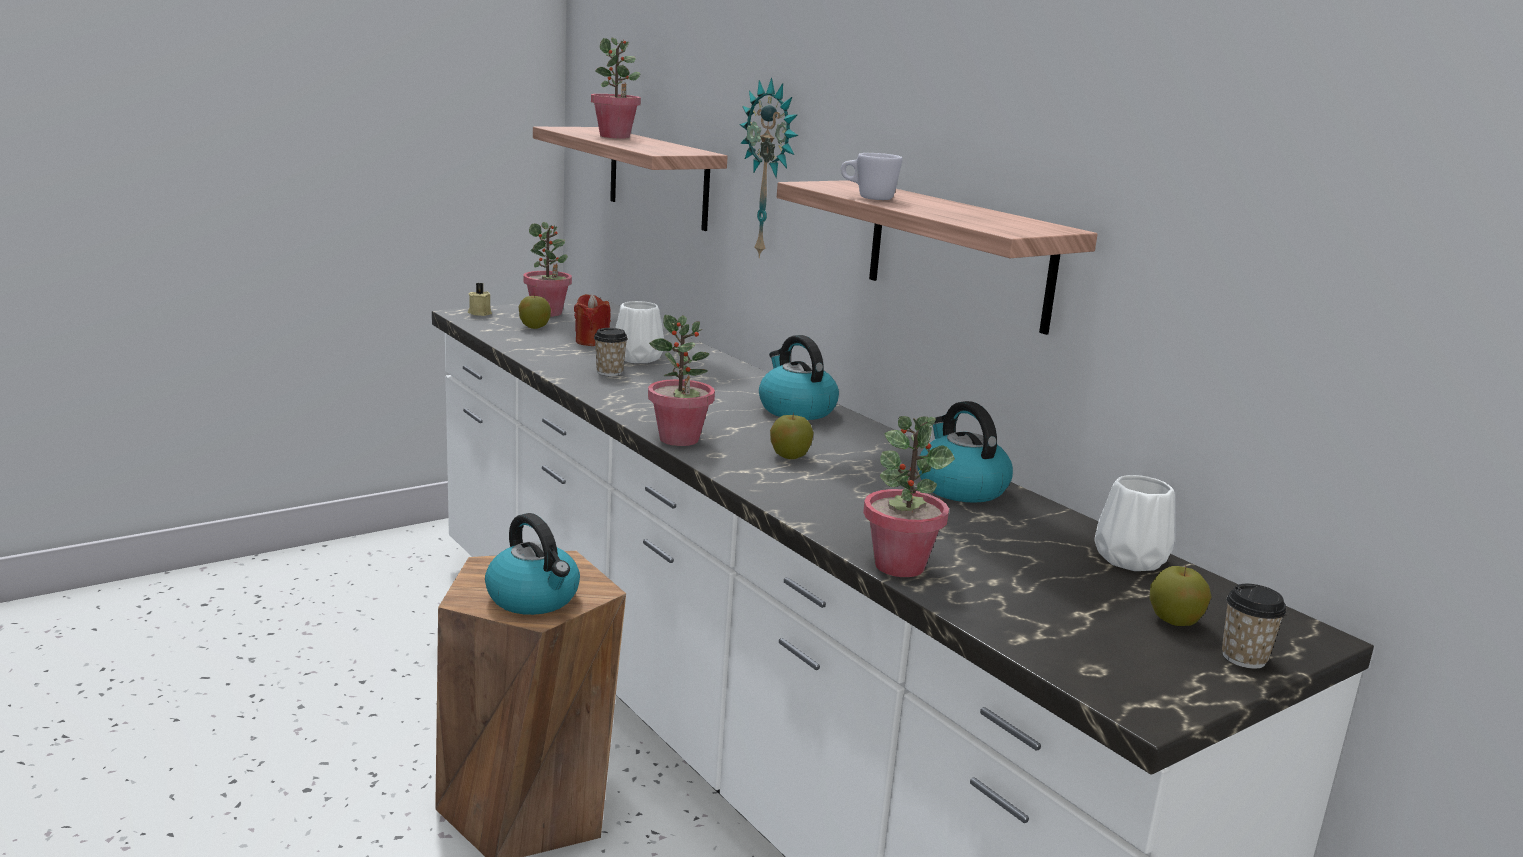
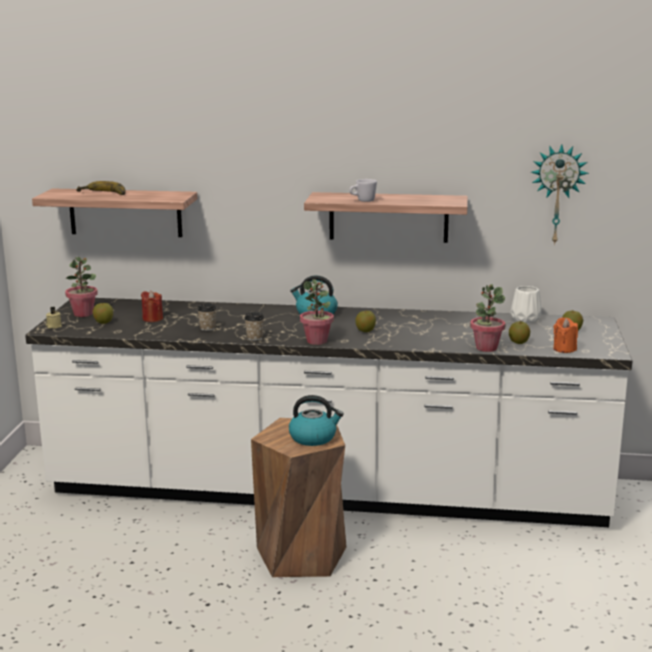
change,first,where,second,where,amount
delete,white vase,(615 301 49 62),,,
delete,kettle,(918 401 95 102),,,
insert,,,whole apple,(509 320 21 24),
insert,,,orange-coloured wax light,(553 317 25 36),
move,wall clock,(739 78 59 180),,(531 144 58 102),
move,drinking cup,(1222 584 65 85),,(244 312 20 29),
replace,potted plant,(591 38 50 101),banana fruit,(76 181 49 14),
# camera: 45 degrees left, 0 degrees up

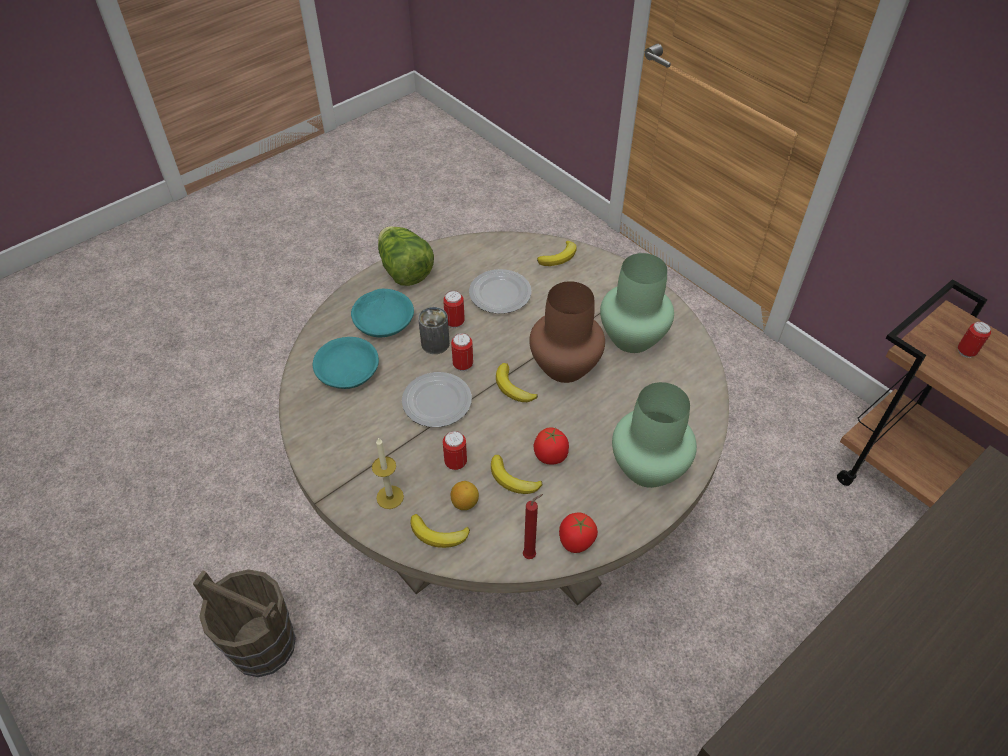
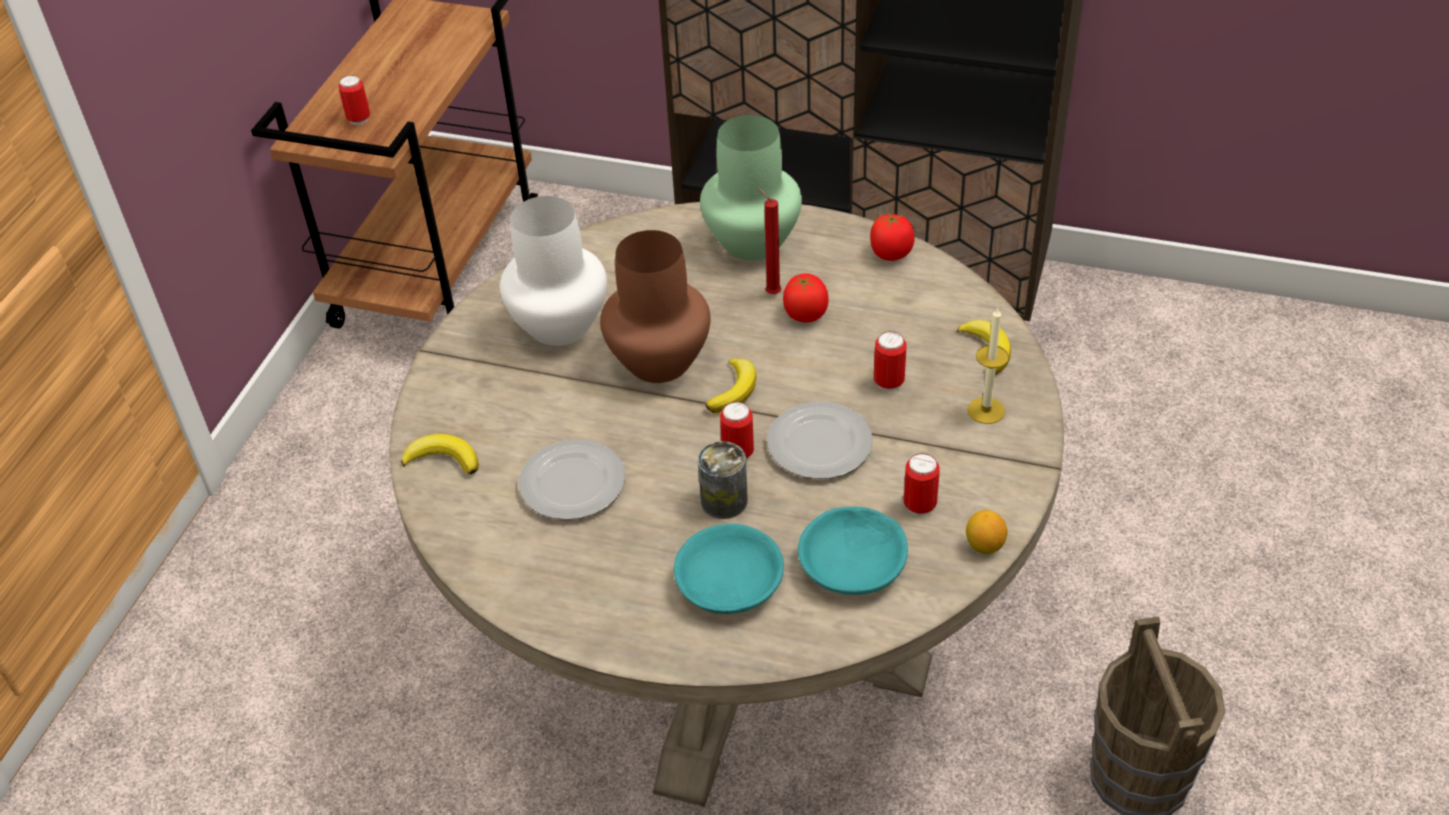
change,first,where,second,where,amount
delete,lettuce,(378 226 56 60),,,
delete,banana fruit,(491 455 52 39),,,
move,metal can,(443 291 22 37),,(903 453 37 62),
move,lemon,(451 481 28 29),,(966 510 41 44),
move,red-coloured wax light,(523 494 20 65),,(758 188 23 106),
recolor,green vase,(600 253 74 100),white vase,(500 196 107 150),
# camera: 120 degrees left, 5 degrees down

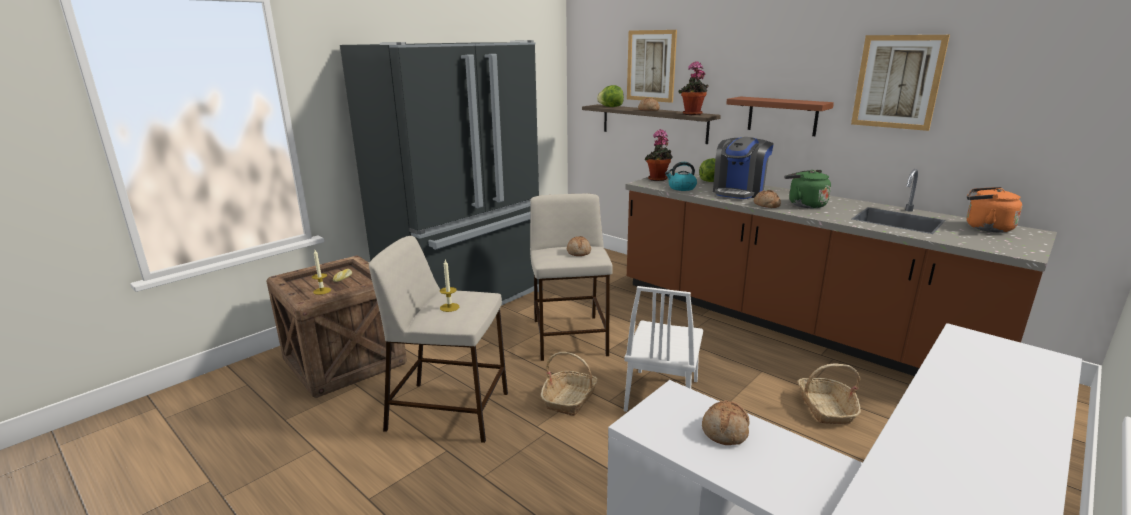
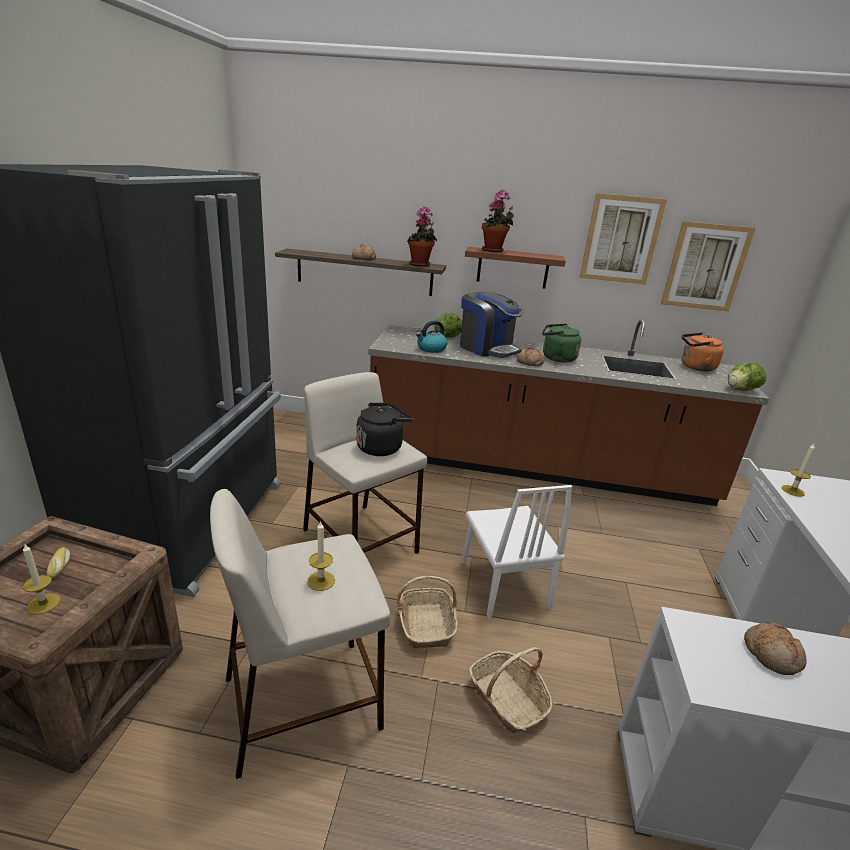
change,first,where,second,where,amount
insert,,,wax light,(781 444 34 53),
move,lettuce,(597 85 27 22),,(728 362 38 29),
move,wall picture,(627 30 50 73),,(661 221 94 91),
move,potted plant,(645 129 28 52),,(482 190 32 62),
move,storage basket,(798 363 63 61),,(468 647 85 87),
replace,bread,(567 236 24 20),black-coloured kettle,(356 403 57 53),
rotate,coffee machine,(713 137 61 62),,(460 292 64 66),45 degrees counterclockwise
# camera: 35 degrees left, 5 degrees up

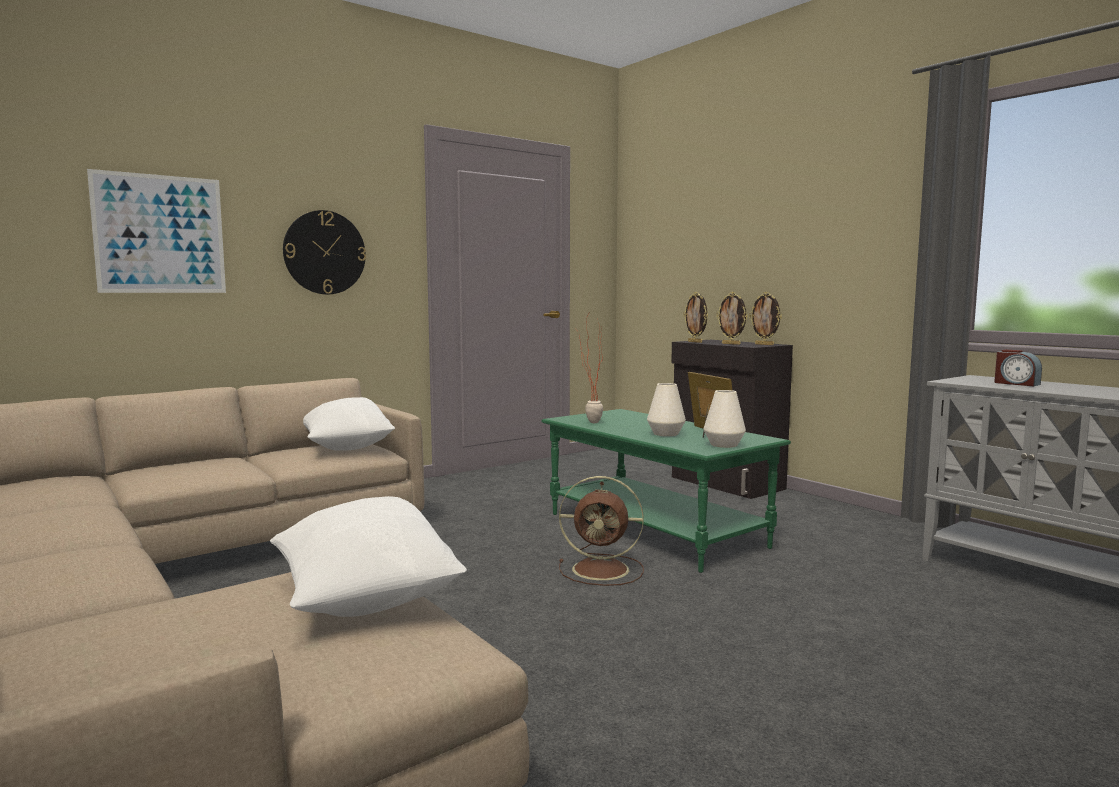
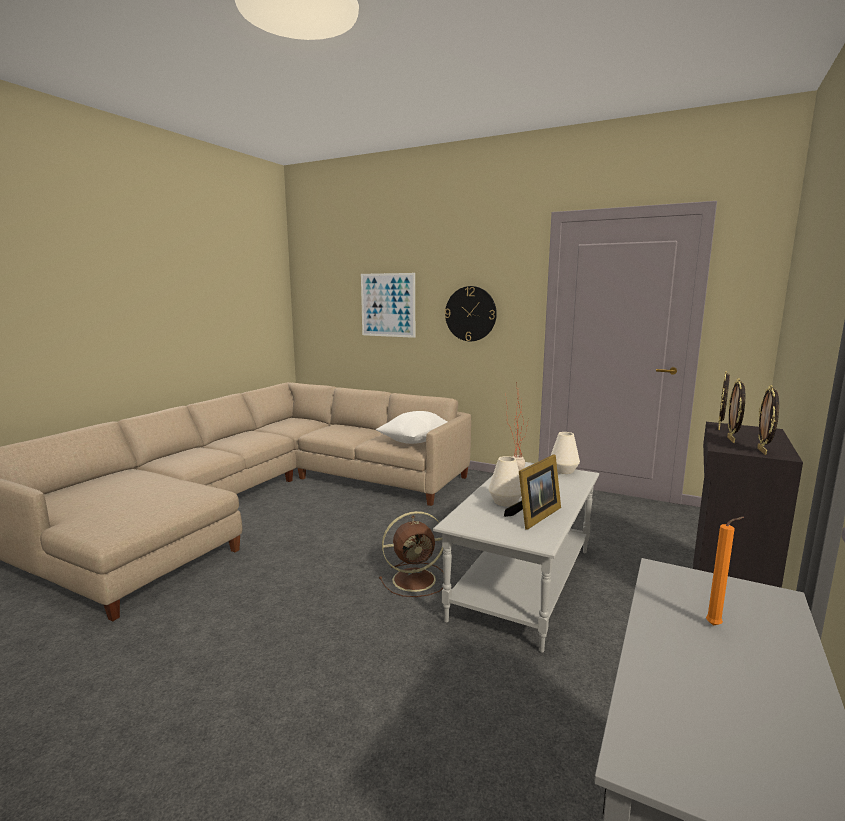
change,first,where,second,where,amount
delete,white throw pillow,(270 496 197 121),,,
move,white vase,(704 390 42 58),,(551 432 29 42),
replace,alarm clock,(994 350 48 36),orange-coloured wax light,(706 517 38 109),
recolor,green low table,(542 409 249 164),gray low table,(433 462 166 191),
rotate,brownish cooling fan,(559 476 85 110),,(379 511 64 86),90 degrees counterclockwise
# camera: 65 degrees right, 5 degrees up

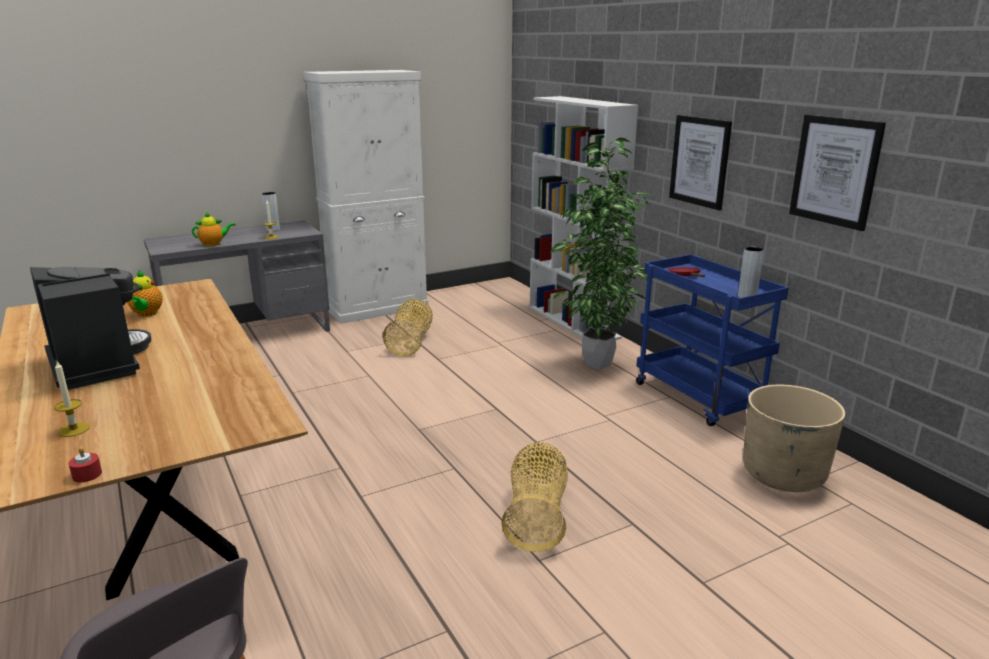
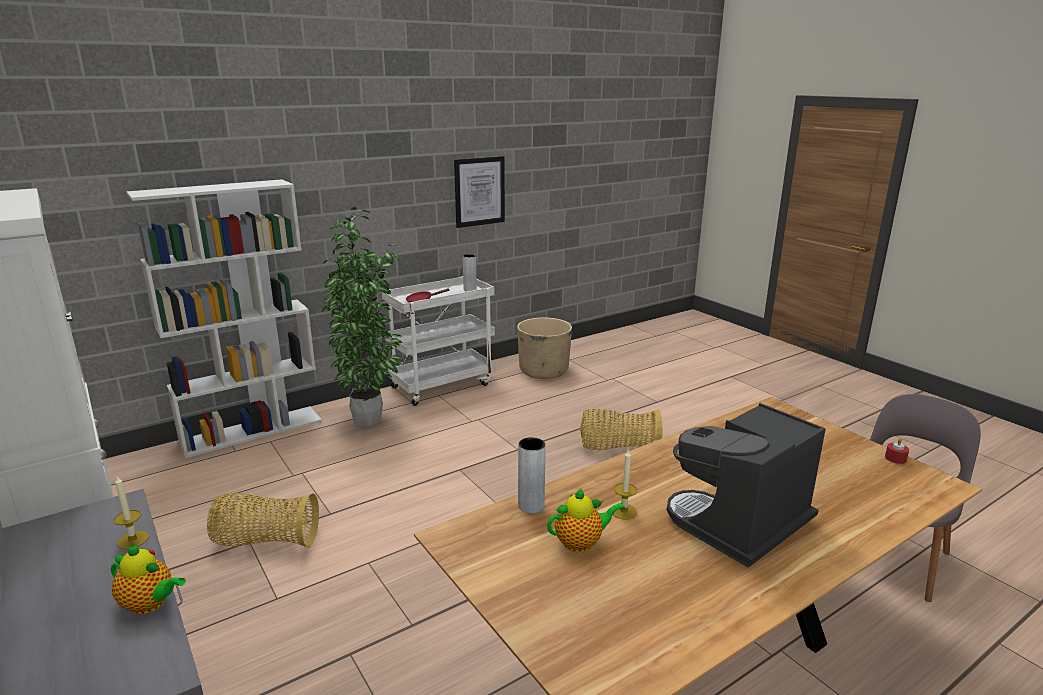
change,first,where,second,where,amount
delete,wall picture,(669 115 63 95),,,
move,wax light,(54 361 36 76),,(613 449 24 71),
move,gray vase,(262 192 18 40),,(518 437 28 76),
recolor,blue trolley,(636 254 153 172),white trolley,(382 276 113 130),
rotate,teapot,(192 212 43 34),,(111 544 75 71),135 degrees clockwise
# camera: 95 degrees left, 0 degrees up

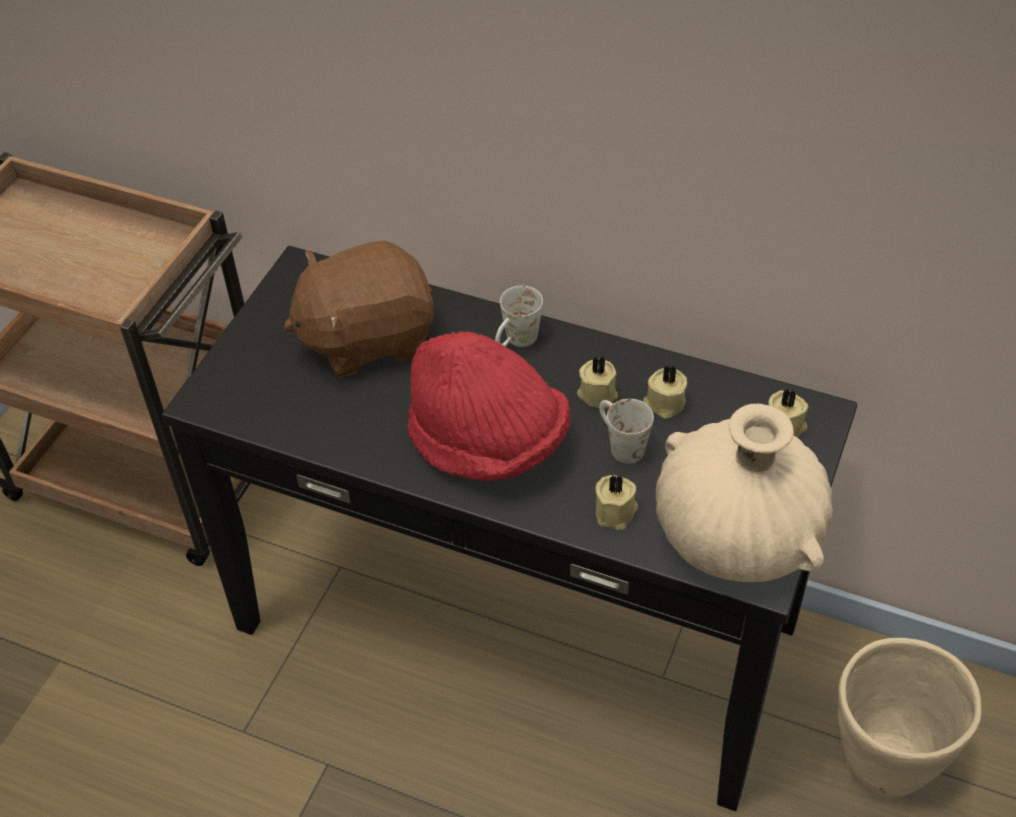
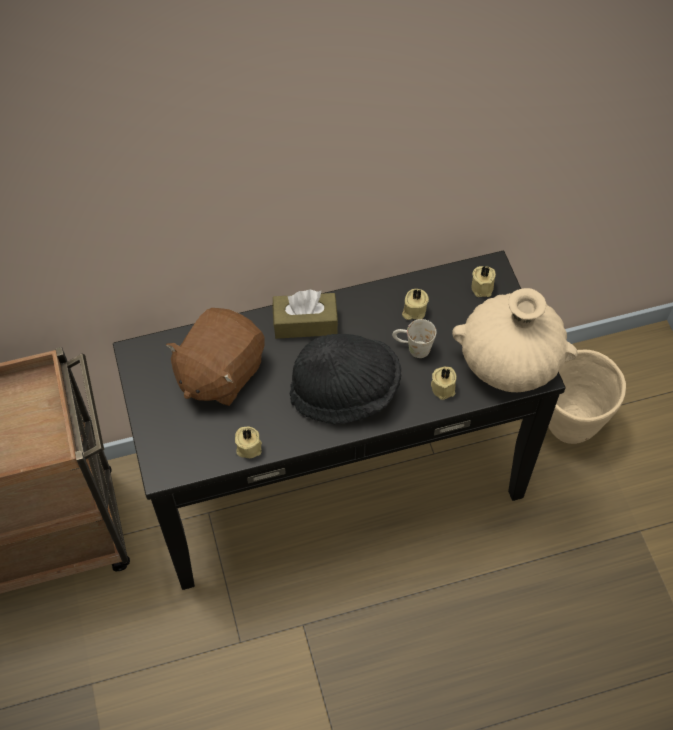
change,first,where,second,where,amount
move,beige wax light,(577 356 41 53),,(235 427 27 31),
replace,white tea mug,(495 286 48 61),brownish box of tissues,(273 290 65 49),
recolor,red-coloured hat,(408 331 163 150),black-coloured hat,(289 334 112 91),
# camera: 40 degrees left, 10 degrees up

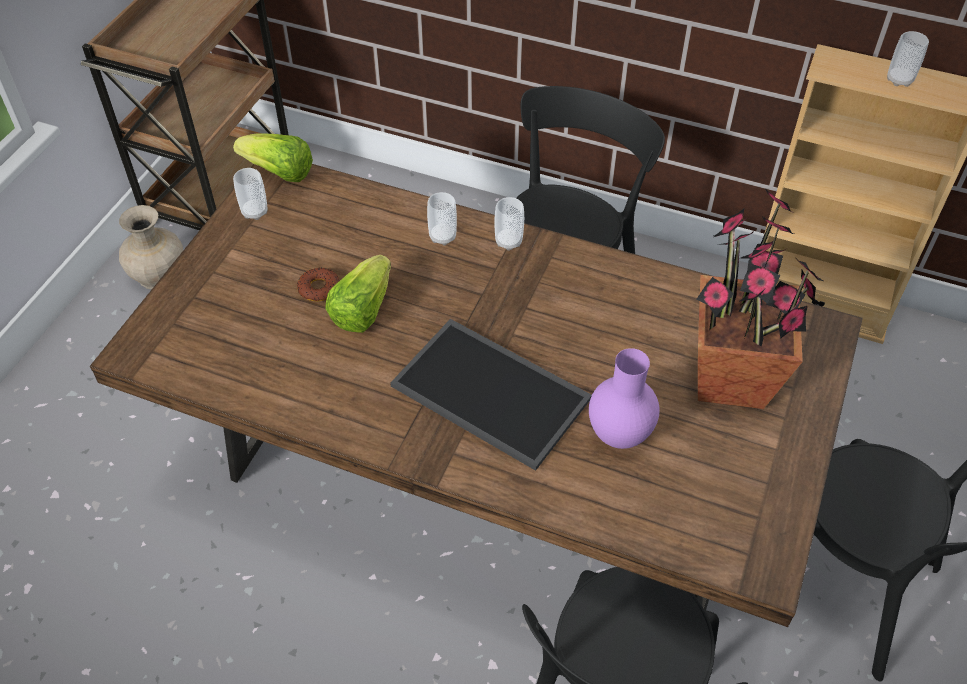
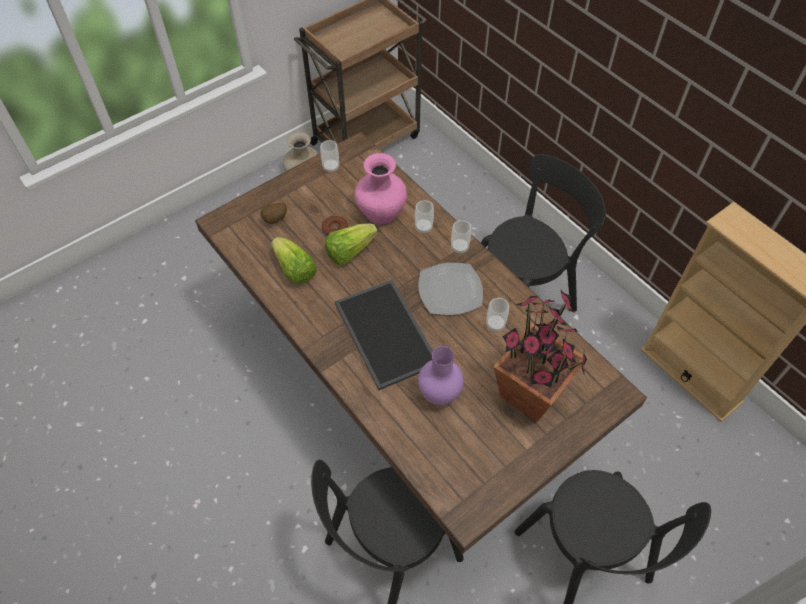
change,first,where,second,where,amount
insert,,,whole potato,(260 203 27 21),
insert,,,pinkish vase,(355 153 52 71),
insert,,,plate,(419 263 64 52),
move,lettuce,(233 133 80 49),,(272 237 45 47),
move,drinking cup,(887 31 42 56),,(486 298 23 34),
# camera: 30 degrees right, 5 degrees up

